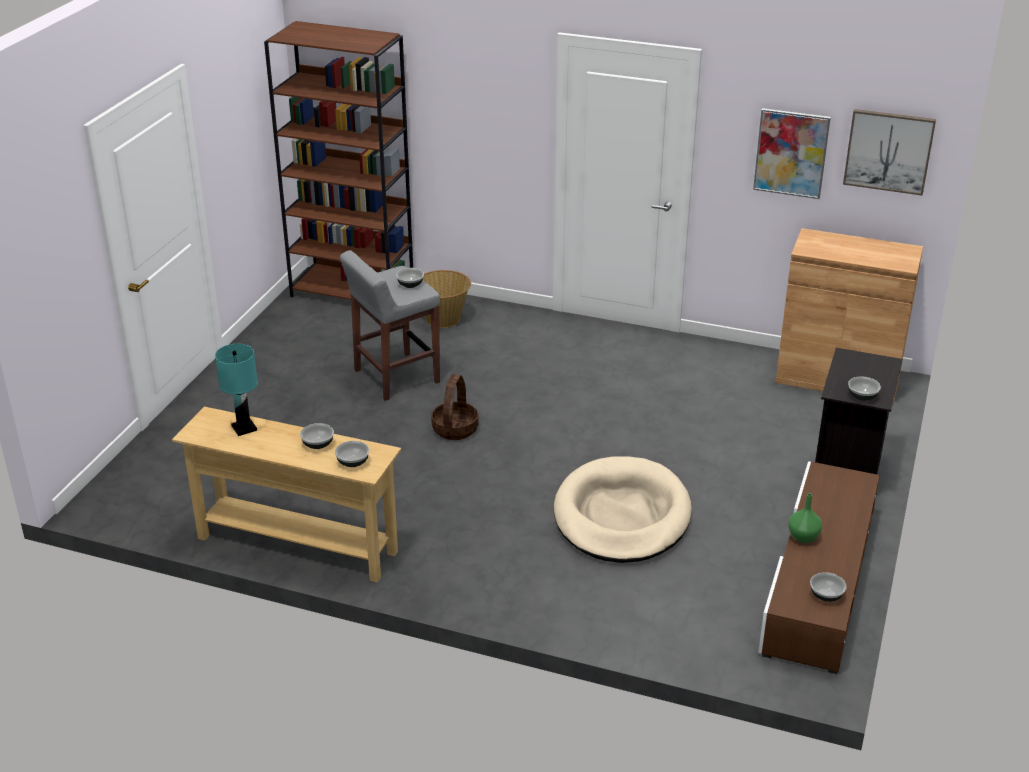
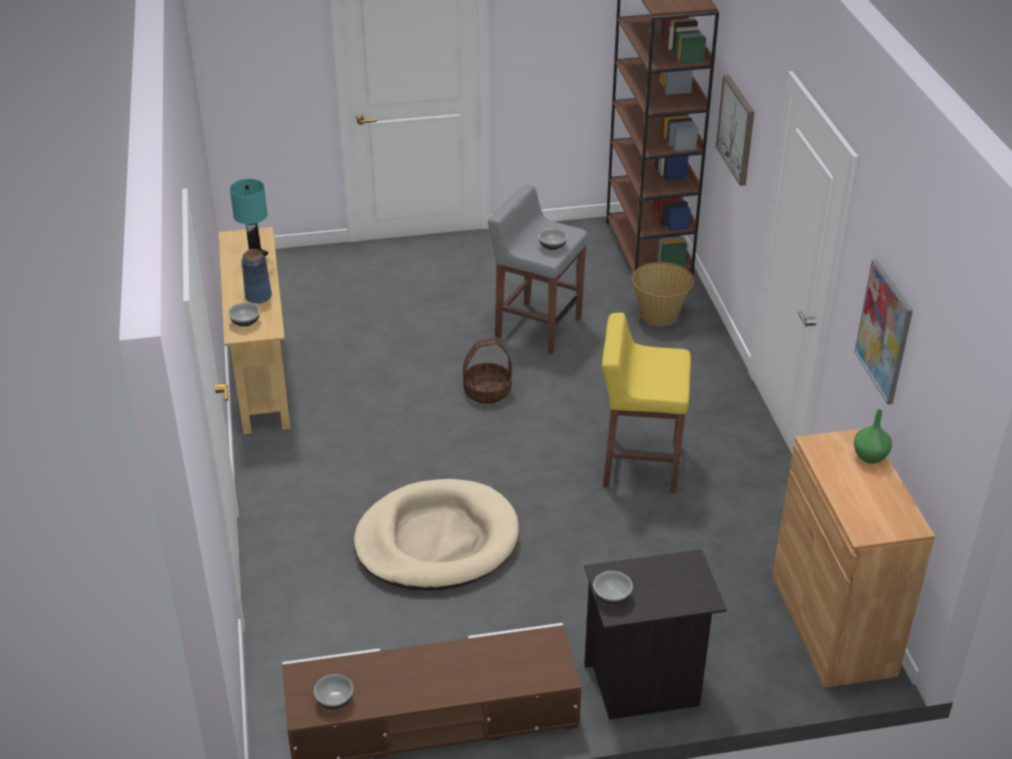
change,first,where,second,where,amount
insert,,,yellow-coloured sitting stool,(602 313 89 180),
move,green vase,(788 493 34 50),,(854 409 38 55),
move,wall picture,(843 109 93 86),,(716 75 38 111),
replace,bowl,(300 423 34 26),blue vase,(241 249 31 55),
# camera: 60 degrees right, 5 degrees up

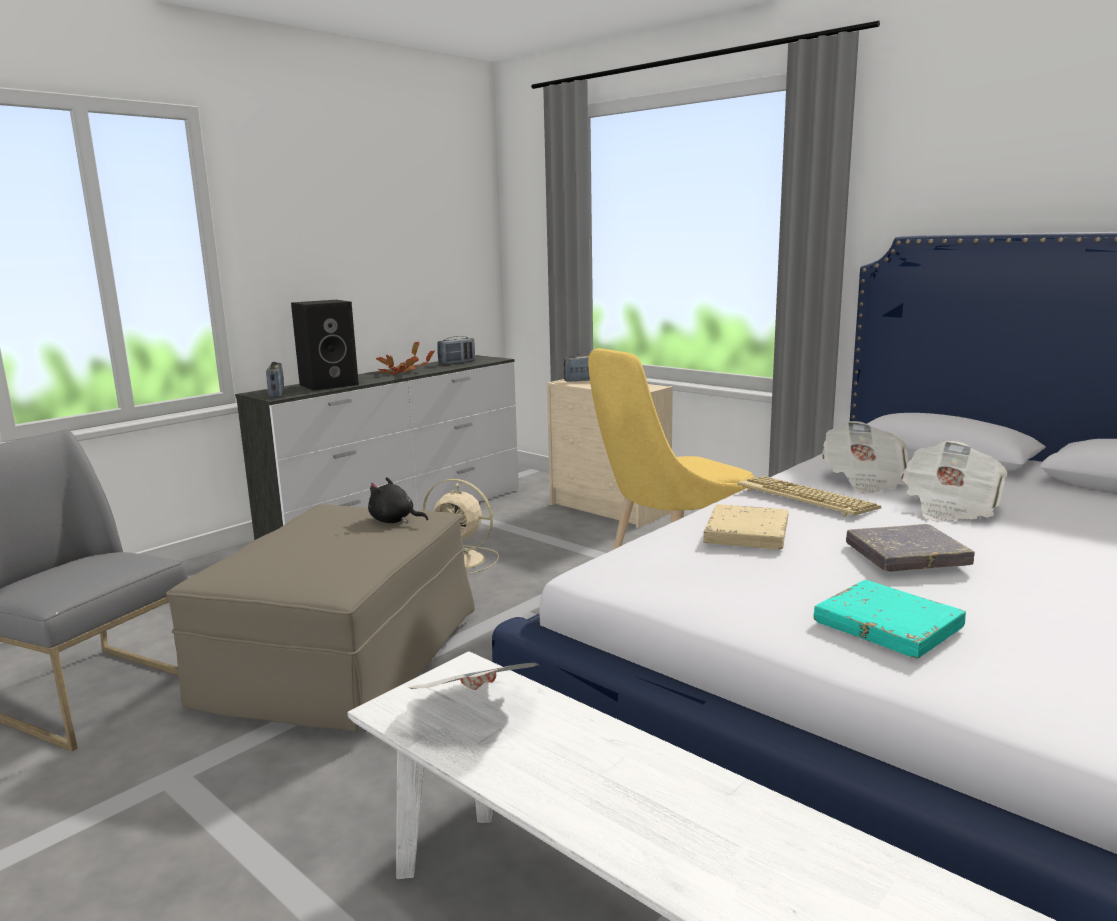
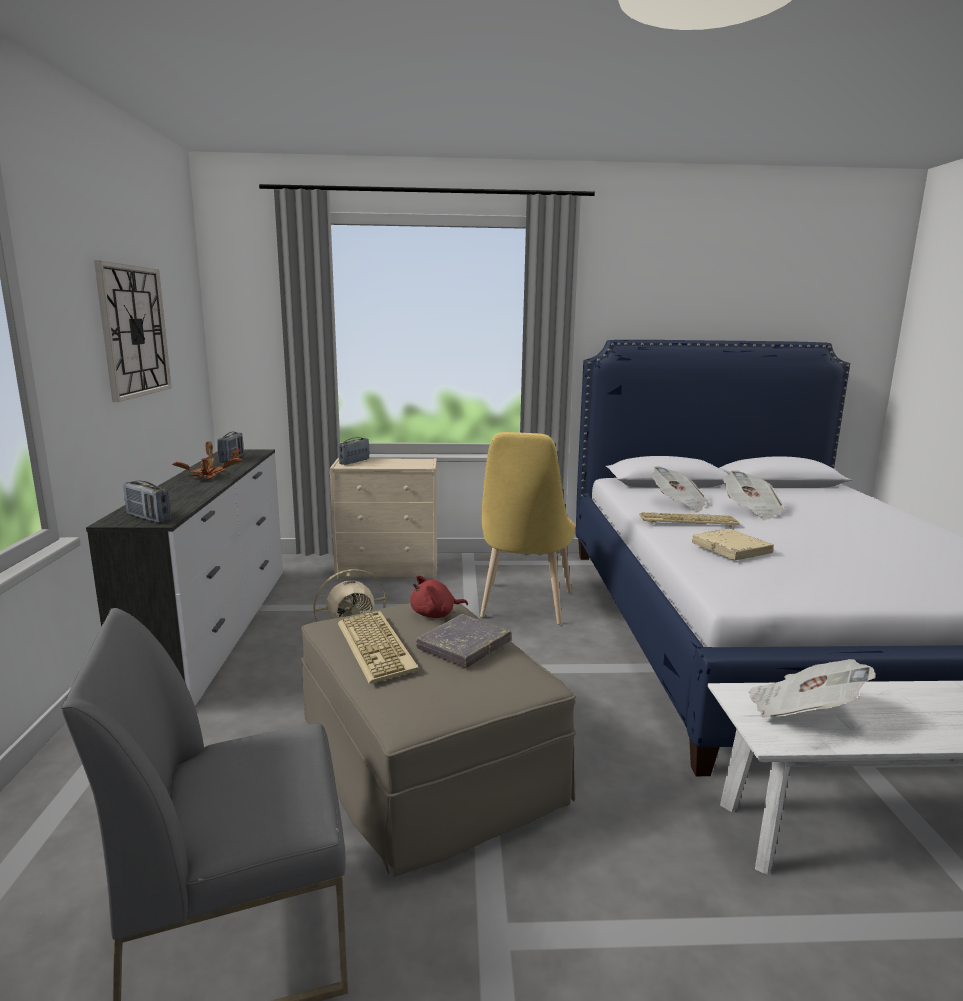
change,first,where,second,where,amount
delete,black-coloured audio speaker,(291 300 68 91),,,
delete,turquoise-coloured volume,(813 580 153 79),,,
insert,,,wall clock,(94 260 78 142),
insert,,,keyboard,(338 611 81 73),
move,gray volume,(846 524 129 48),,(416 614 95 54),
recolor,black-coloured cuddly toy,(368 477 60 46),red-coloured cuddly toy,(411 575 57 43),
# camera: 45 degrees left, 0 degrees up

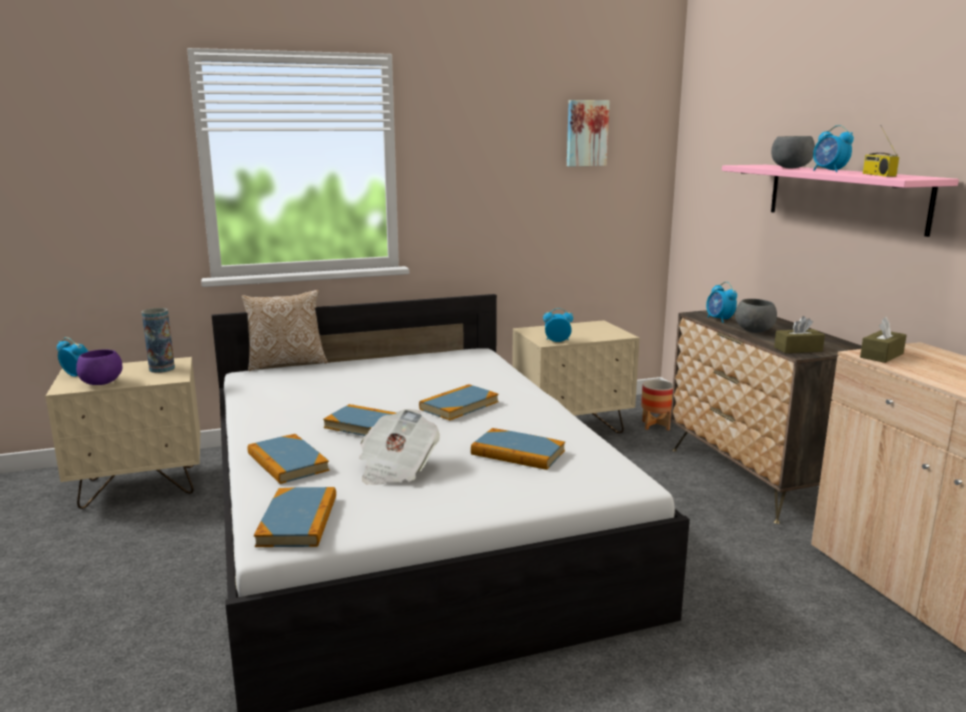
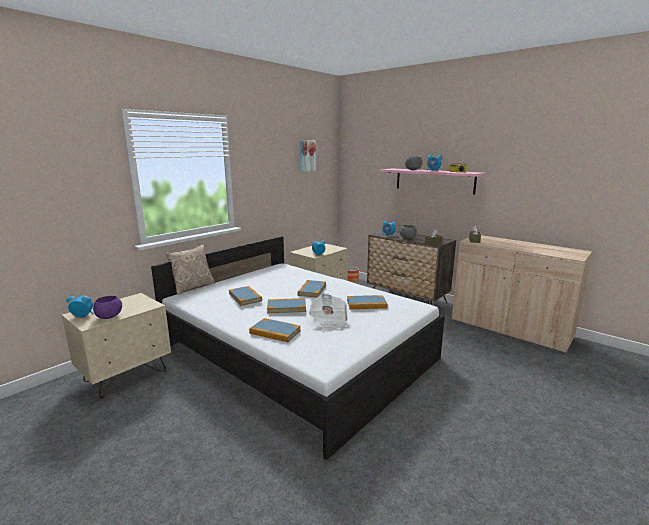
change,first,where,second,where,amount
delete,vase,(141 308 34 65),,,
move,volume,(254 487 82 60),,(229 286 33 20),
# camera: 30 degrees left, 0 degrees up

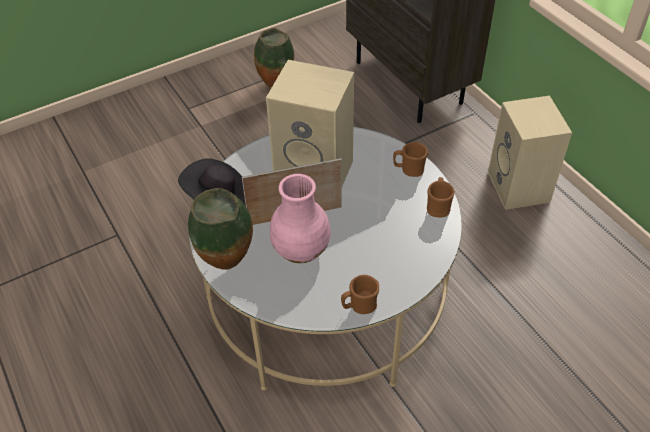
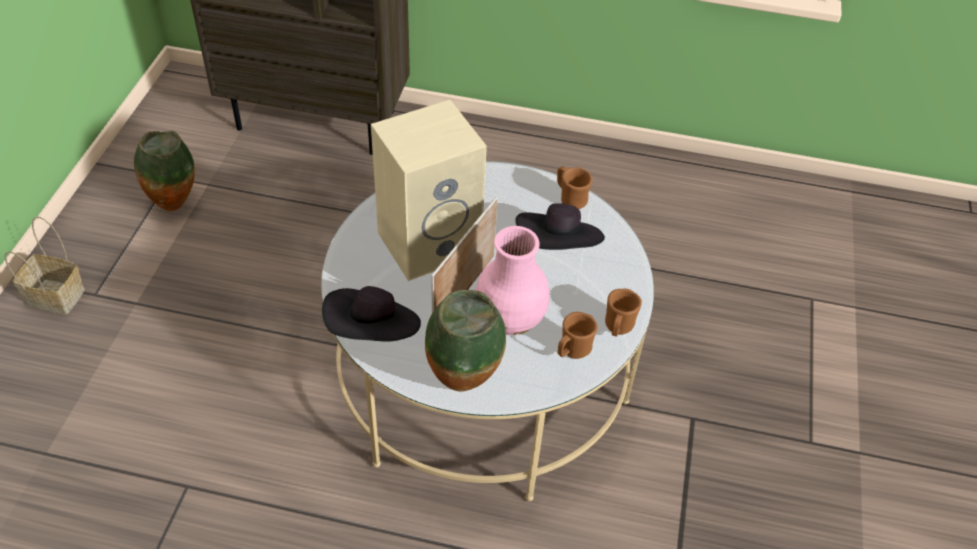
change,first,where,second,where,amount
delete,beige audio speaker,(488 96 84 114),,,
insert,,,storage basket,(5 217 80 98),
insert,,,black-coloured hat,(515 203 90 47),
move,brownish tea mug,(393 142 35 35),,(558 312 40 47),
# camera: 50 degrees left, 0 degrees up

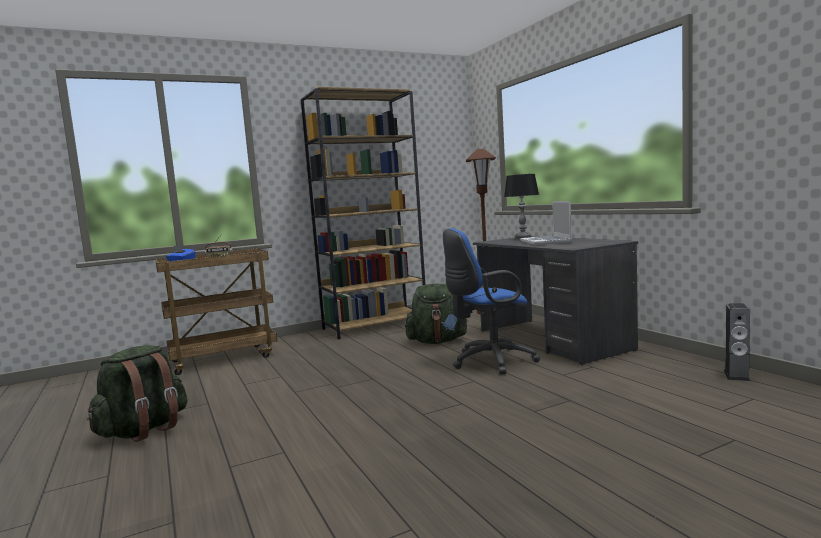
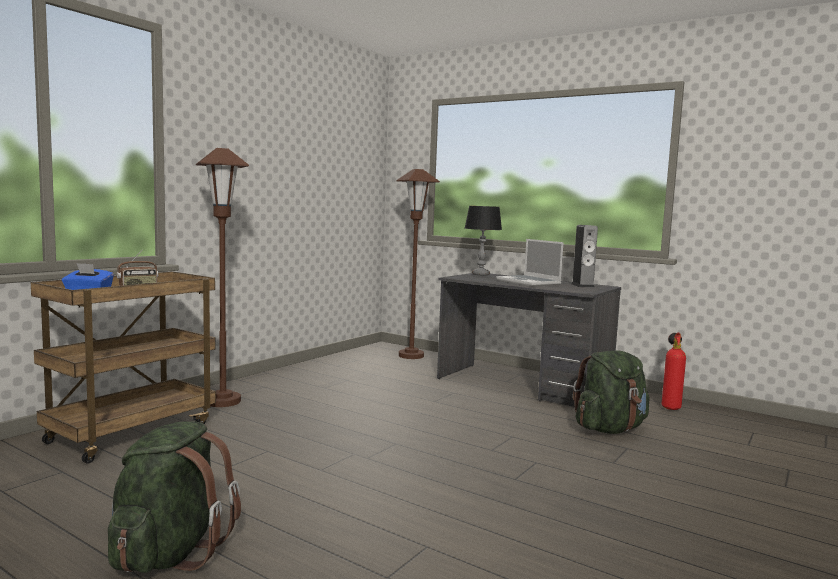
change,first,where,second,where,amount
delete,brownish shelving unit,(301 87 125 252),,,
delete,blue computer chair,(443 228 97 146),,,
insert,,,brownish standard lamp,(196 148 53 259),
insert,,,extinguisher,(662 333 24 77),
move,green knapsack,(405 284 63 60),,(573 350 77 84),
move,audio speaker,(724 303 26 78),,(571 225 27 63),
# camera: 30 degrees left, 0 degrees up

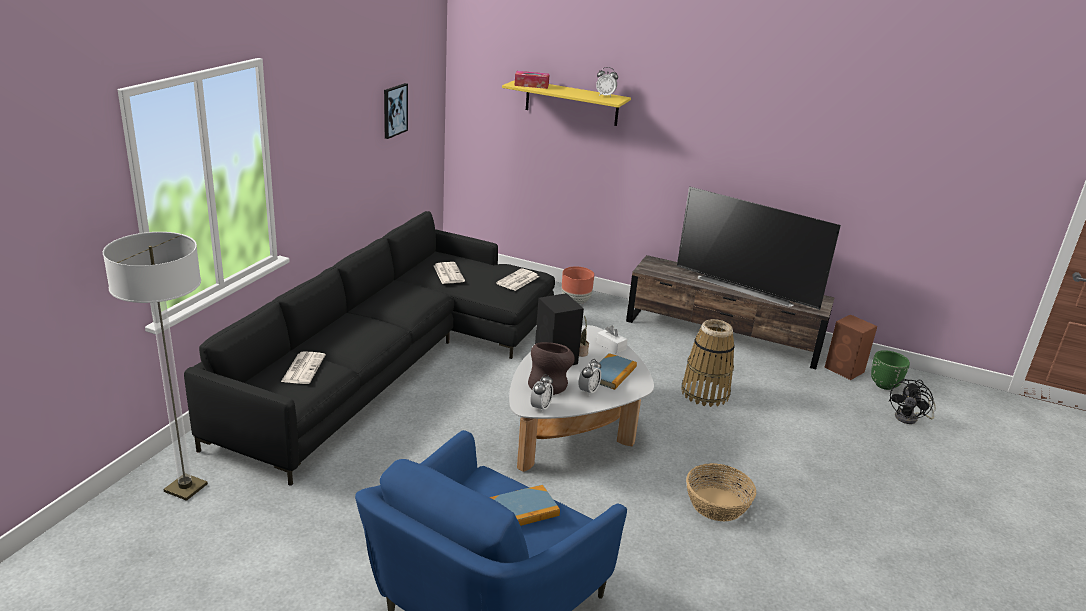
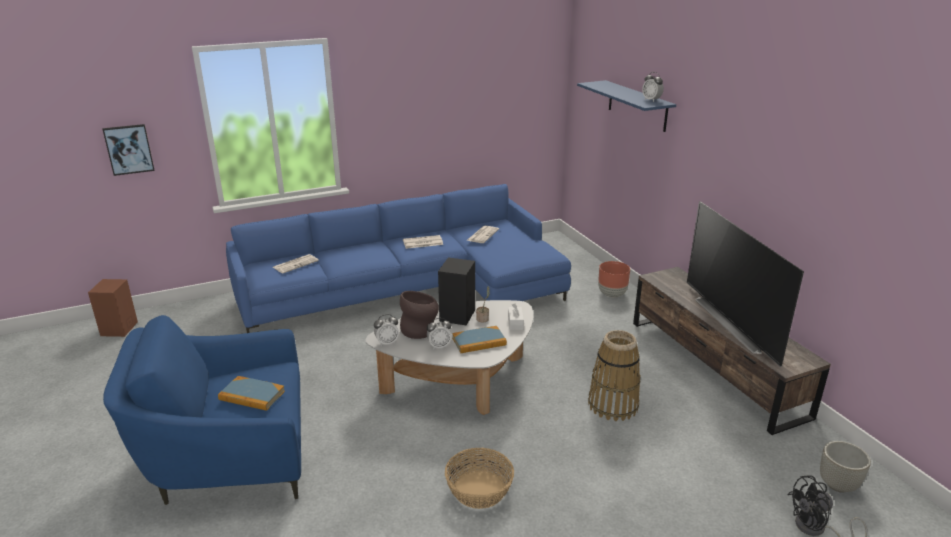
change,first,where,second,where,amount
delete,standard lamp,(103 232 105 269),,,
delete,box of tissues,(514 71 36 18),,,
move,wall picture,(384 83 24 56),,(103 124 52 52),
move,daily paper,(496 268 43 23),,(403 235 40 14),
move,brownish audio speaker,(825 314 52 66),,(88 279 50 58),
recolor,black-coloured sofa,(184 211 371 275),blue sofa,(226 184 345 149),
recolor,yellow-coloured wall shelf,(502 80 129 46),blue wall shelf,(577 80 99 52),
recolor,green flower pot,(871 350 39 40),gray flower pot,(820 441 51 52),
# camera: 45 degrees right, 0 degrees up

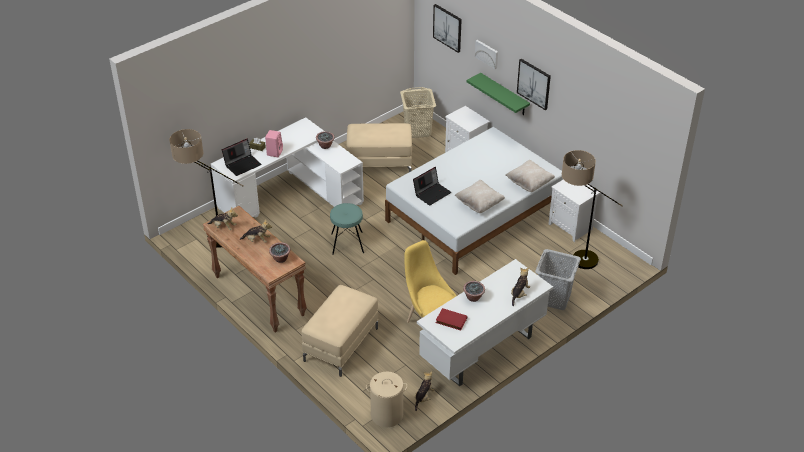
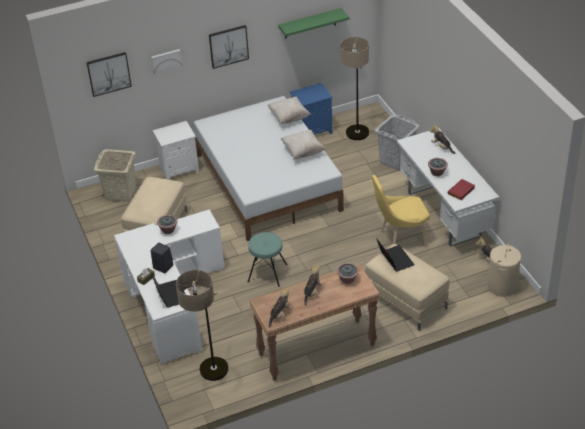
change,first,where,second,where,amount
move,portable computer,(413 167 38 39),,(377 239 38 32),
move,green wall shelf,(467 73 63 42),,(278 8 71 31),
recolor,pinkish audio speaker,(265 130 18 27),black-coloured audio speaker,(150 242 23 31),
recolor,white nightstand,(549 179 51 63),blue nightstand,(290 83 43 52),
# camera: 70 degrees left, 0 degrees up

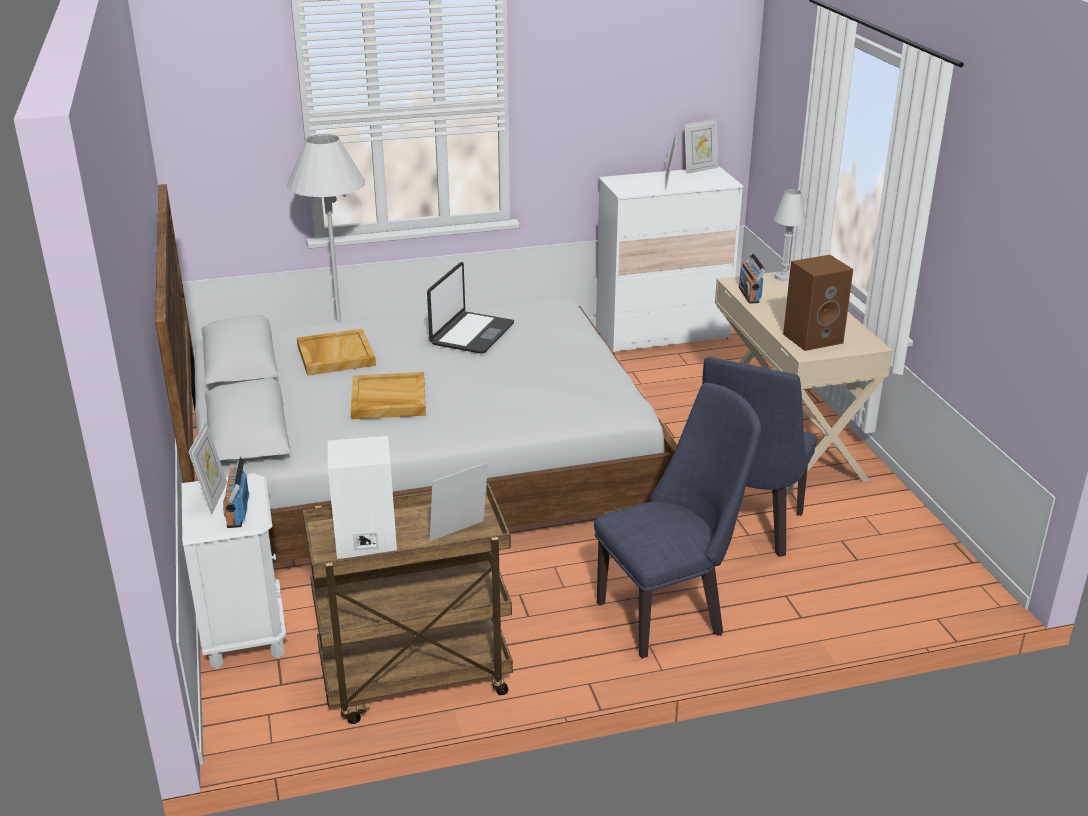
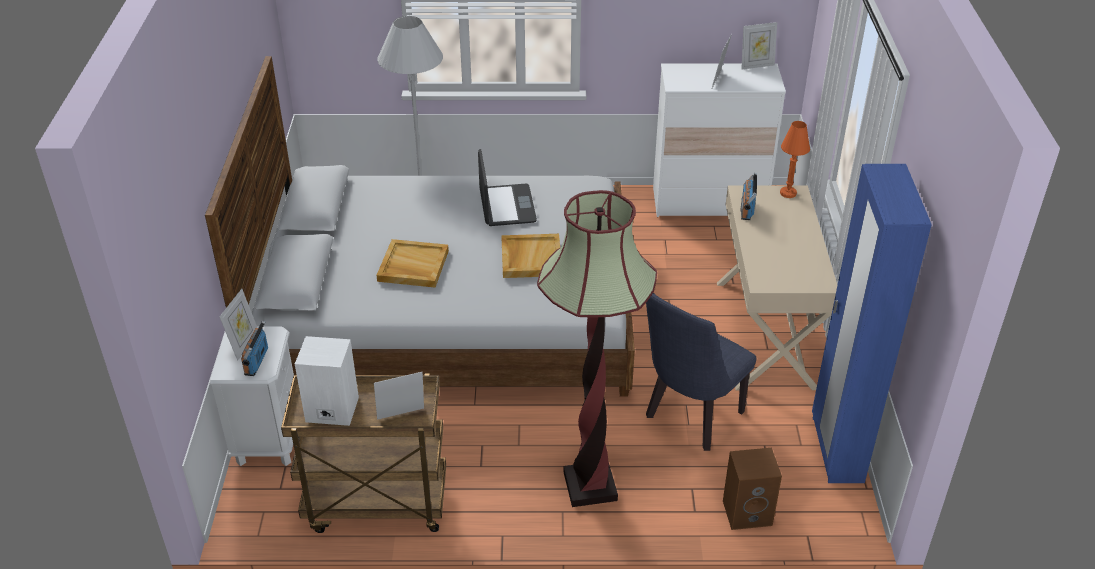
change,first,where,second,where,amount
insert,,,blue clothes cupboard,(812 164 120 319),
move,beige serving tray,(297 329 79 47),,(501 234 59 44),
move,brownish audio speaker,(783 255 70 96),,(723 448 59 82),
replace,blue chair,(594 383 168 275),standard lamp,(537 190 120 317),
recolor,white lamp for a table,(774 189 32 92),orange-coloured lamp for a table,(780 121 30 77),
rotate,portable computer,(427 262 87 92),,(478 149 59 77),45 degrees counterclockwise
# camera: 15 degrees right, 10 degrees up

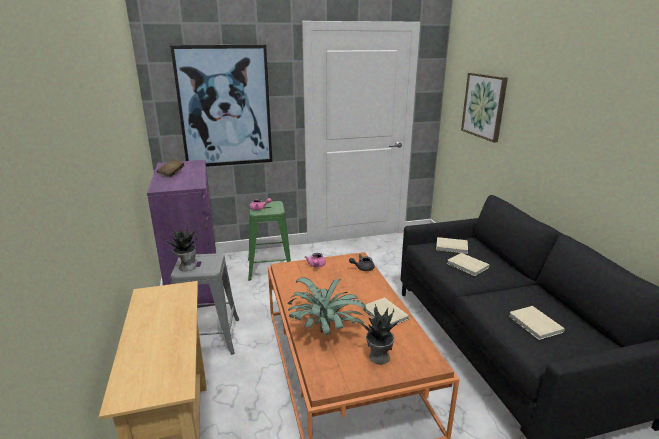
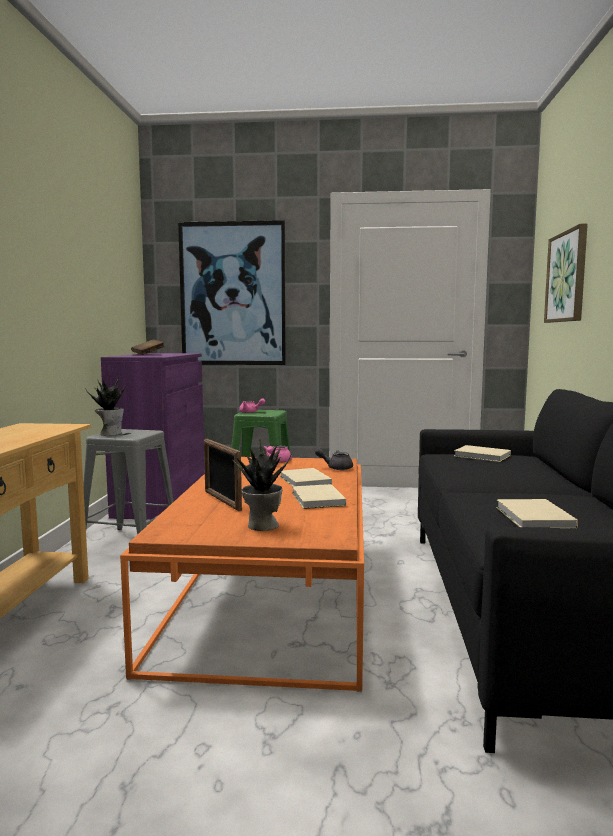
change,first,where,second,where,amount
move,beige volume,(447 253 42 23),,(280 468 52 18),
replace,potted plant,(287 277 79 59),picture frame,(204 439 38 72),
# camera: 20 degrees right, 15 degrees down

